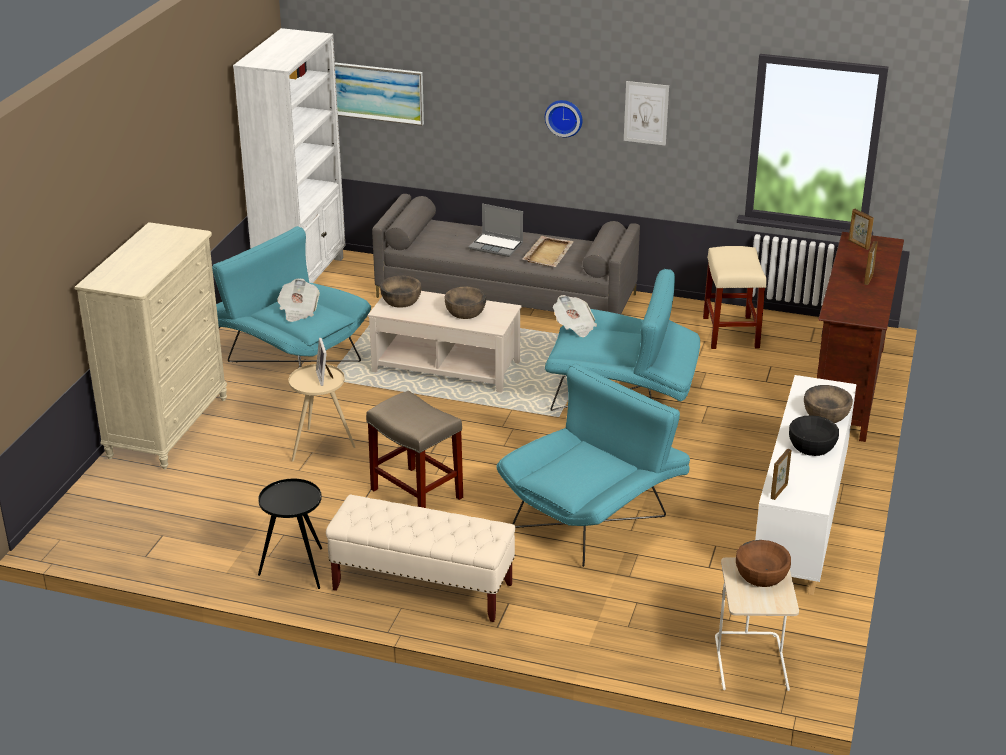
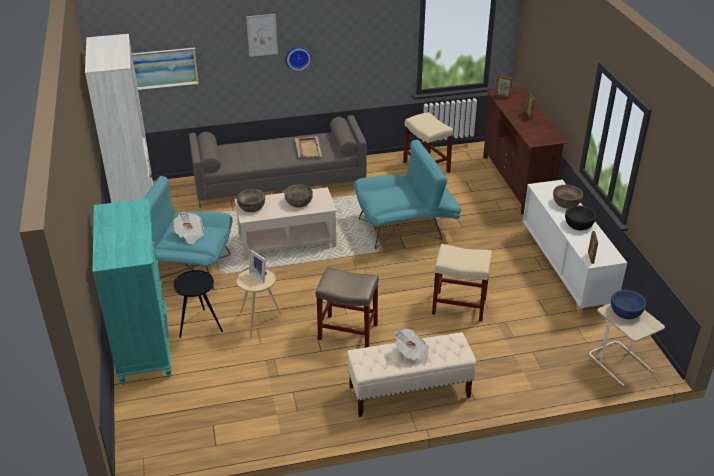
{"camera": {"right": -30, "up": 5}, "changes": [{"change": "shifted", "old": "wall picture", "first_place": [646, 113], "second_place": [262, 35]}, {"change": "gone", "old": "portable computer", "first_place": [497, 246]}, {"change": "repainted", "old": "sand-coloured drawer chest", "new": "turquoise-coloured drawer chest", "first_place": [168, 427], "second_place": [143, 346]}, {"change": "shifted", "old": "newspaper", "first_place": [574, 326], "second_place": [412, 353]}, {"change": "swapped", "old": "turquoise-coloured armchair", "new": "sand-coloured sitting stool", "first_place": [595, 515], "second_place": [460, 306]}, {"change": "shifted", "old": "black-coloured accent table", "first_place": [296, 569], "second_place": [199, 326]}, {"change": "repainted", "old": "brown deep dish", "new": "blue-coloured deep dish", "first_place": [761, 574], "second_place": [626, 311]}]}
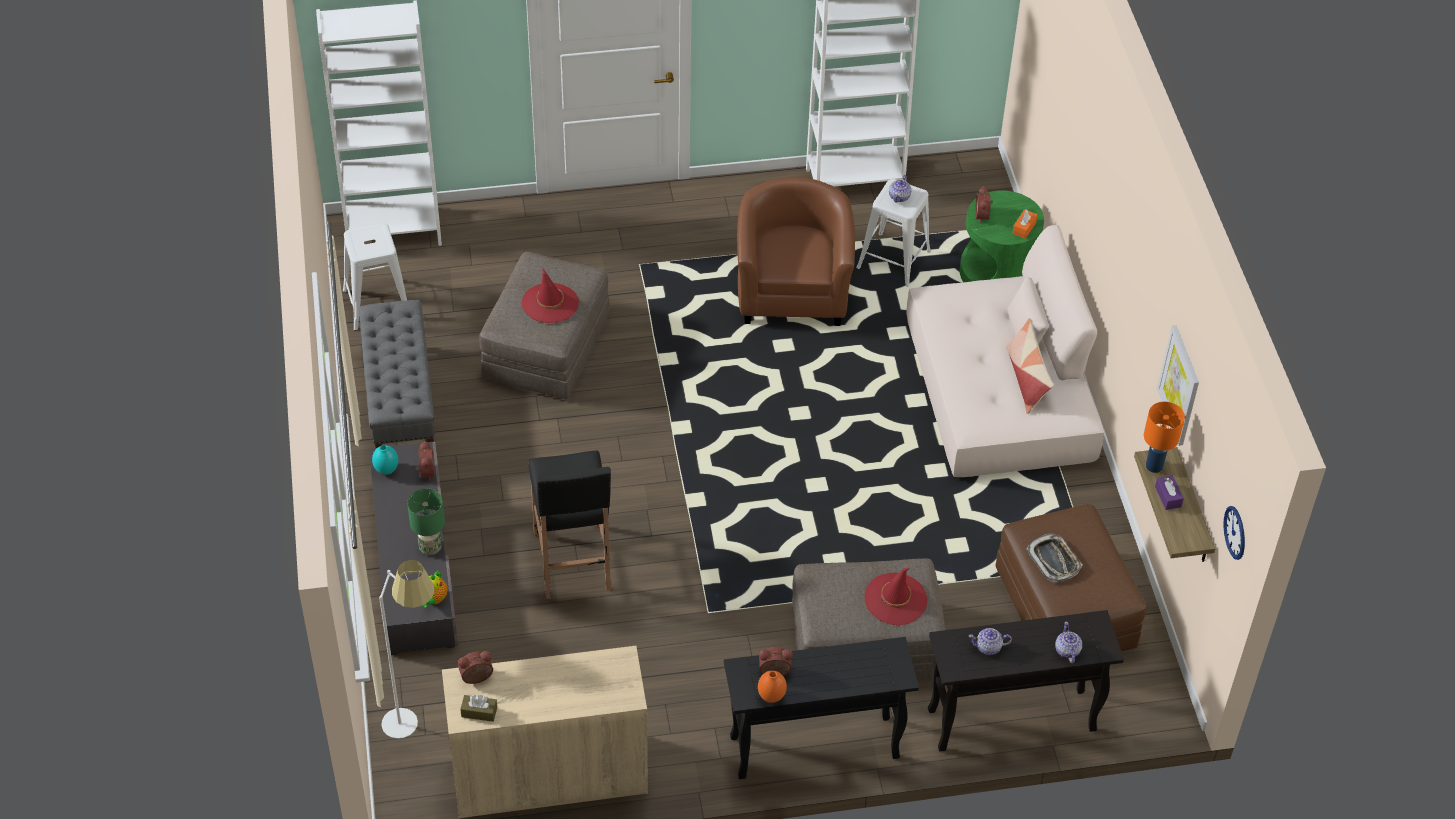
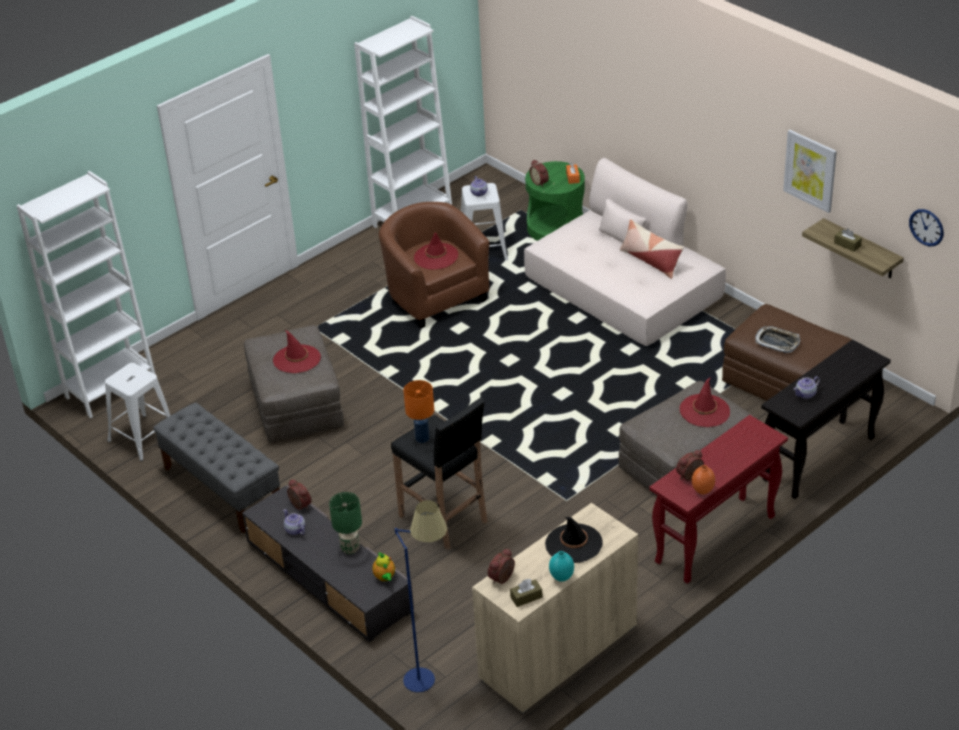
{"camera": {"right": -30, "up": -10}, "changes": [{"change": "shifted", "old": "orangey tabletop lamp", "first_place": [1153, 466], "second_place": [421, 438]}, {"change": "shifted", "old": "turquoise-coloured decorative vase", "first_place": [387, 470], "second_place": [562, 577]}, {"change": "repainted", "old": "purplish tissue box", "new": "brown tissue box", "first_place": [1168, 496], "second_place": [847, 244]}, {"change": "repainted", "old": "whitish standard lamp", "new": "blue-coloured standard lamp", "first_place": [416, 721], "second_place": [430, 672]}, {"change": "shifted", "old": "tea pot", "first_place": [1067, 651], "second_place": [295, 530]}, {"change": "repainted", "old": "black-coloured narrow table", "new": "reddish narrow table", "first_place": [813, 748], "second_place": [715, 540]}, {"change": "new", "new": "reddish clothing hat", "second_place": [436, 257]}, {"change": "new", "new": "black-coloured clothing hat", "second_place": [573, 544]}]}
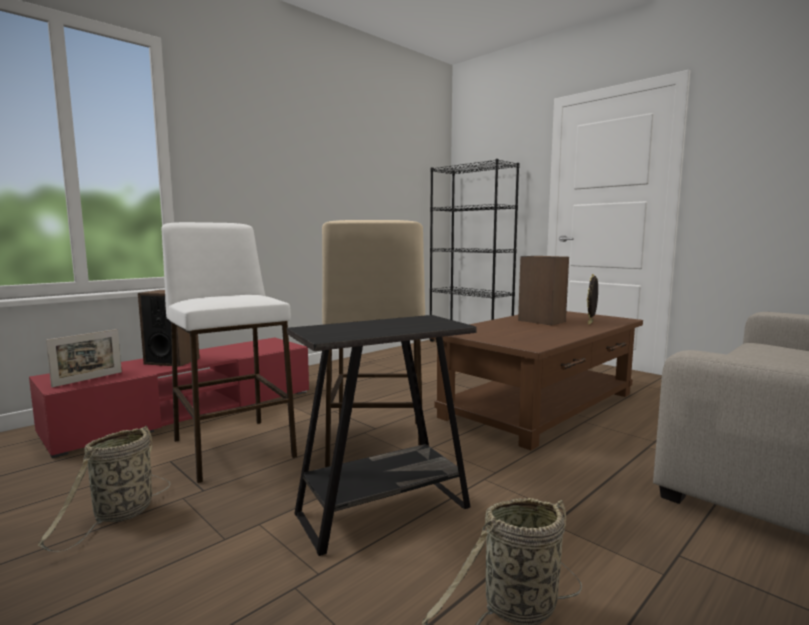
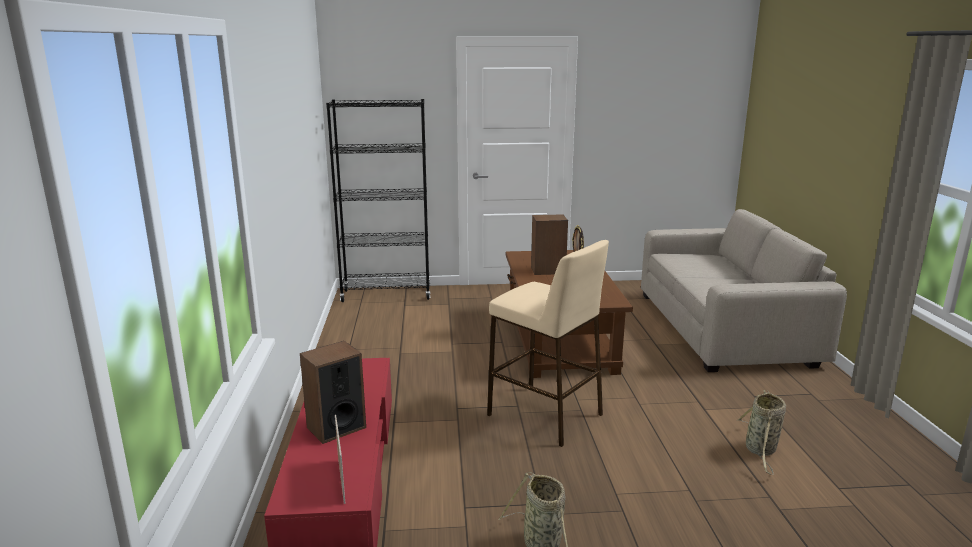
{"camera": {"right": -50, "up": 10}, "changes": [{"change": "gone", "old": "whitish sitting stool", "first_place": [233, 448]}, {"change": "gone", "old": "black-coloured accent table", "first_place": [383, 511]}]}
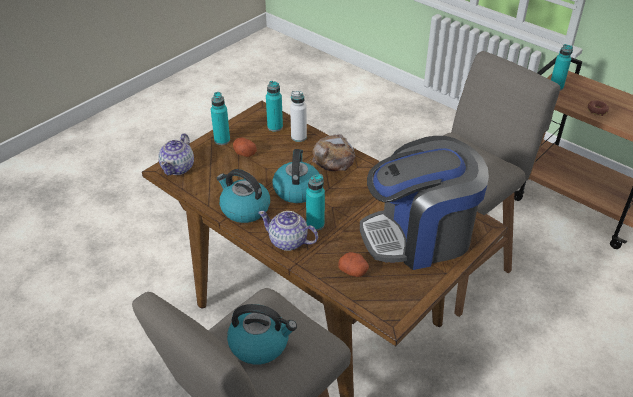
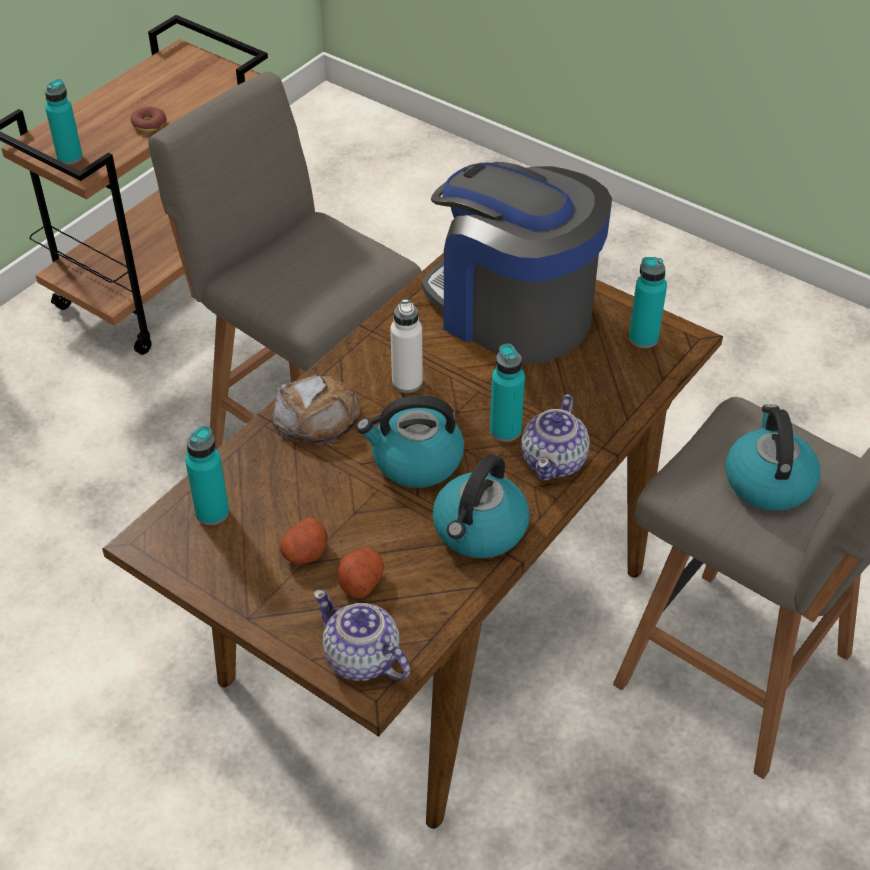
{"camera": {"right": -95, "up": 5}, "changes": [{"change": "shifted", "old": "whitish bottle", "first_place": [299, 137], "second_place": [407, 382]}, {"change": "shifted", "old": "turquoise-coloured bottle", "first_place": [222, 140], "second_place": [643, 338]}, {"change": "rotated", "old": "tea pot", "first_place": [178, 167], "second_place": [362, 659], "degrees": -150}, {"change": "rotated", "old": "coffee maker", "first_place": [419, 236], "second_place": [512, 311], "degrees": 150}, {"change": "shifted", "old": "whole potato", "first_place": [354, 271], "second_place": [360, 581]}]}
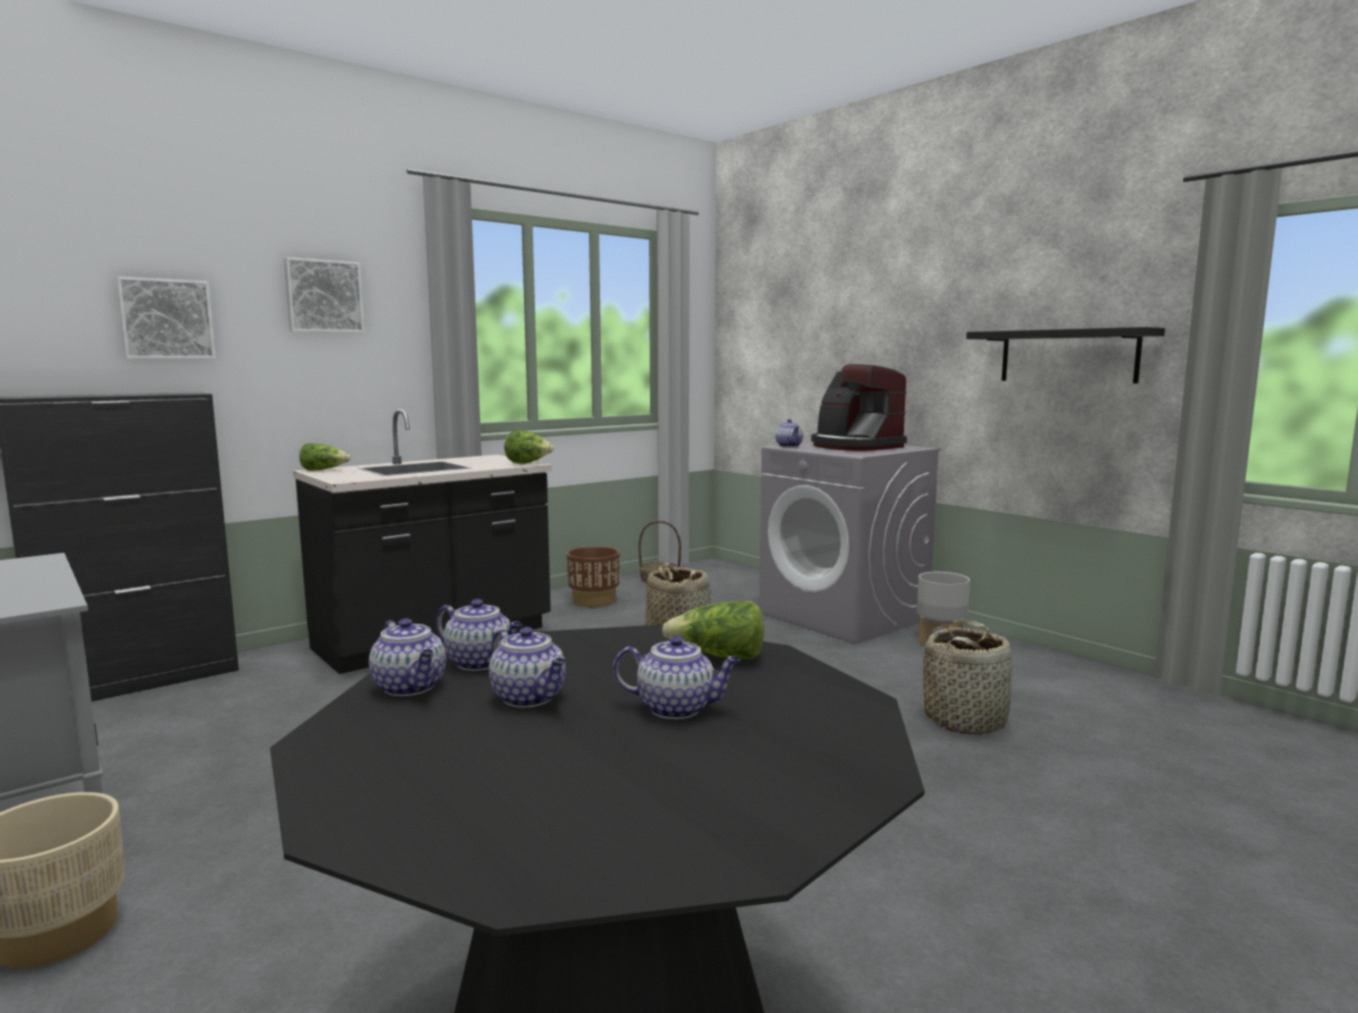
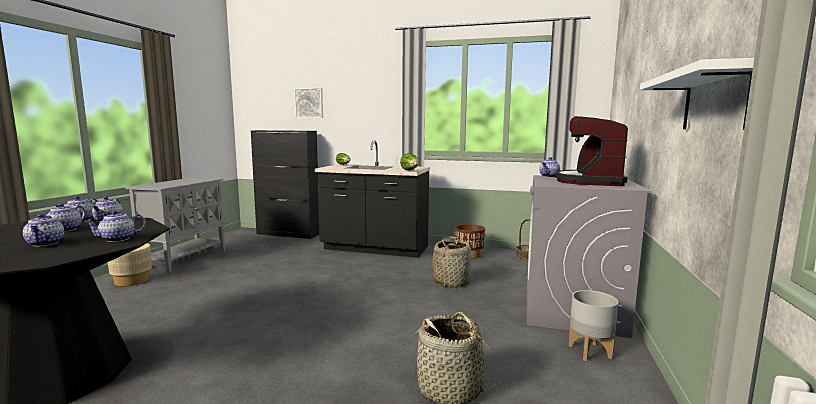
{"camera": {"right": 55, "up": 0}, "changes": [{"change": "gone", "old": "wall picture", "first_place": [324, 296]}, {"change": "repainted", "old": "black-coloured bracket shelf", "new": "whitish bracket shelf", "first_place": [1068, 356], "second_place": [714, 101]}, {"change": "swapped", "old": "head of lettuce", "new": "tea pot", "first_place": [718, 657], "second_place": [117, 239]}]}
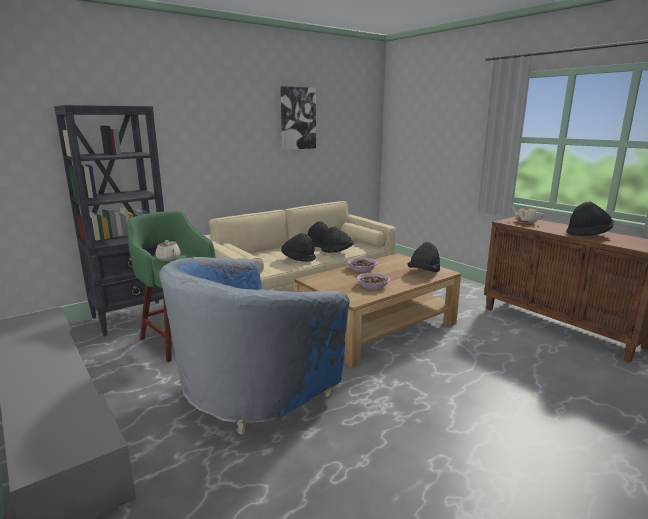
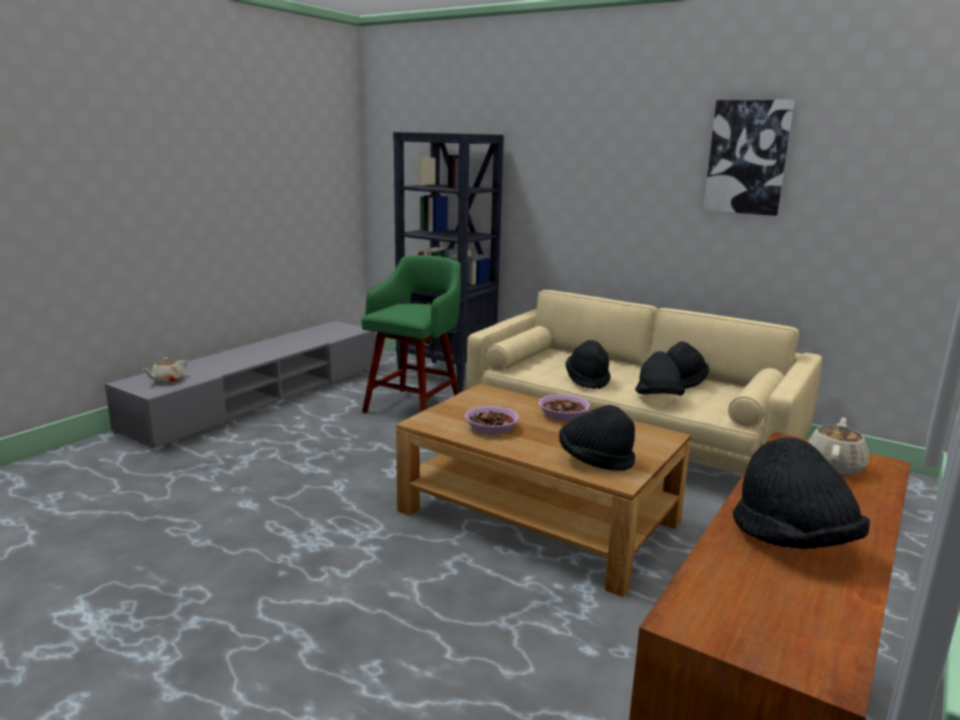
{"camera": {"right": 70, "up": 0}, "changes": [{"change": "shifted", "old": "sand-coloured tea pot", "first_place": [168, 259], "second_place": [167, 380]}, {"change": "gone", "old": "blue-coloured armchair", "first_place": [254, 391]}]}
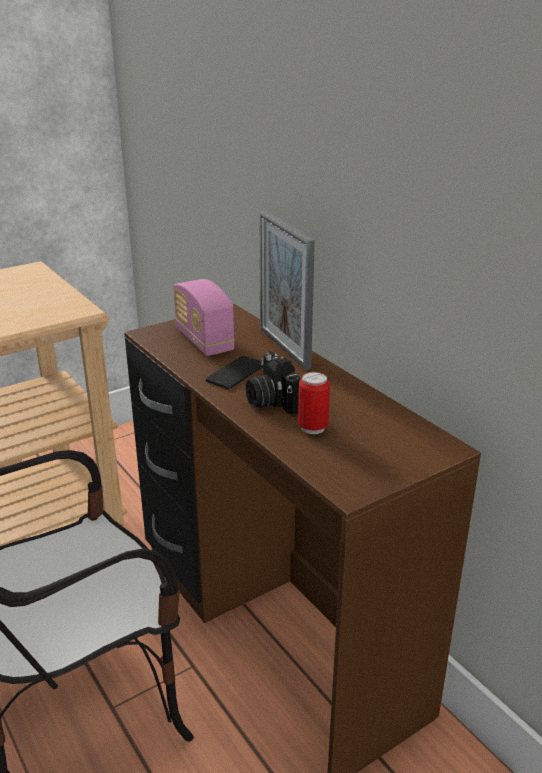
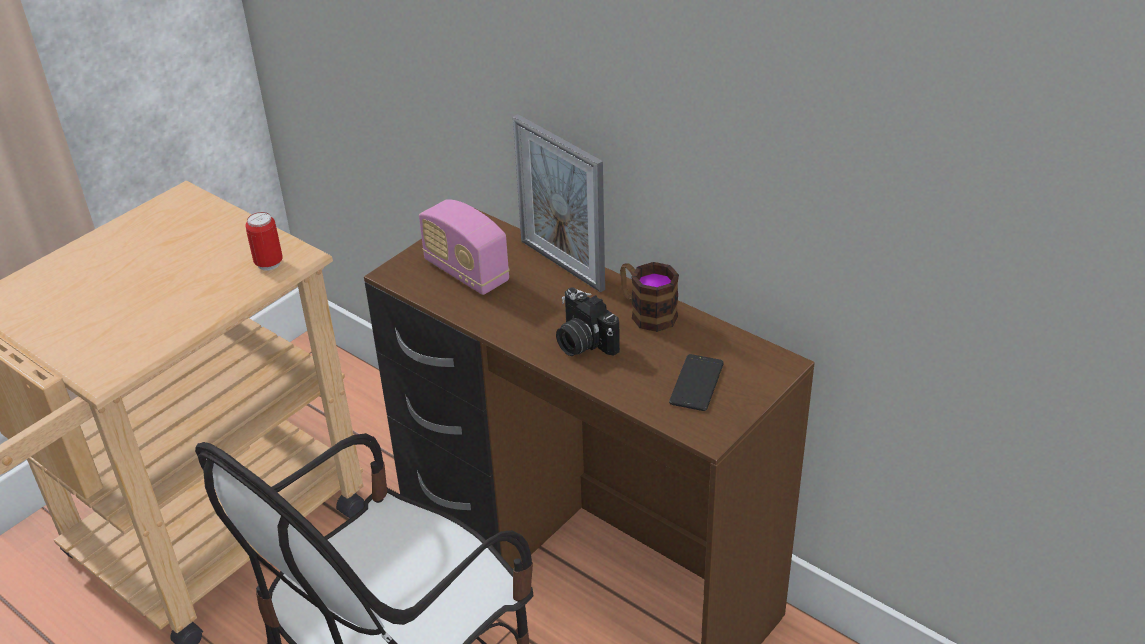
{"camera": {"right": -15, "up": 10}, "changes": [{"change": "shifted", "old": "telephone", "first_place": [236, 373], "second_place": [696, 383]}, {"change": "shifted", "old": "can", "first_place": [312, 428], "second_place": [269, 263]}, {"change": "new", "new": "coffee mug", "second_place": [646, 312]}]}
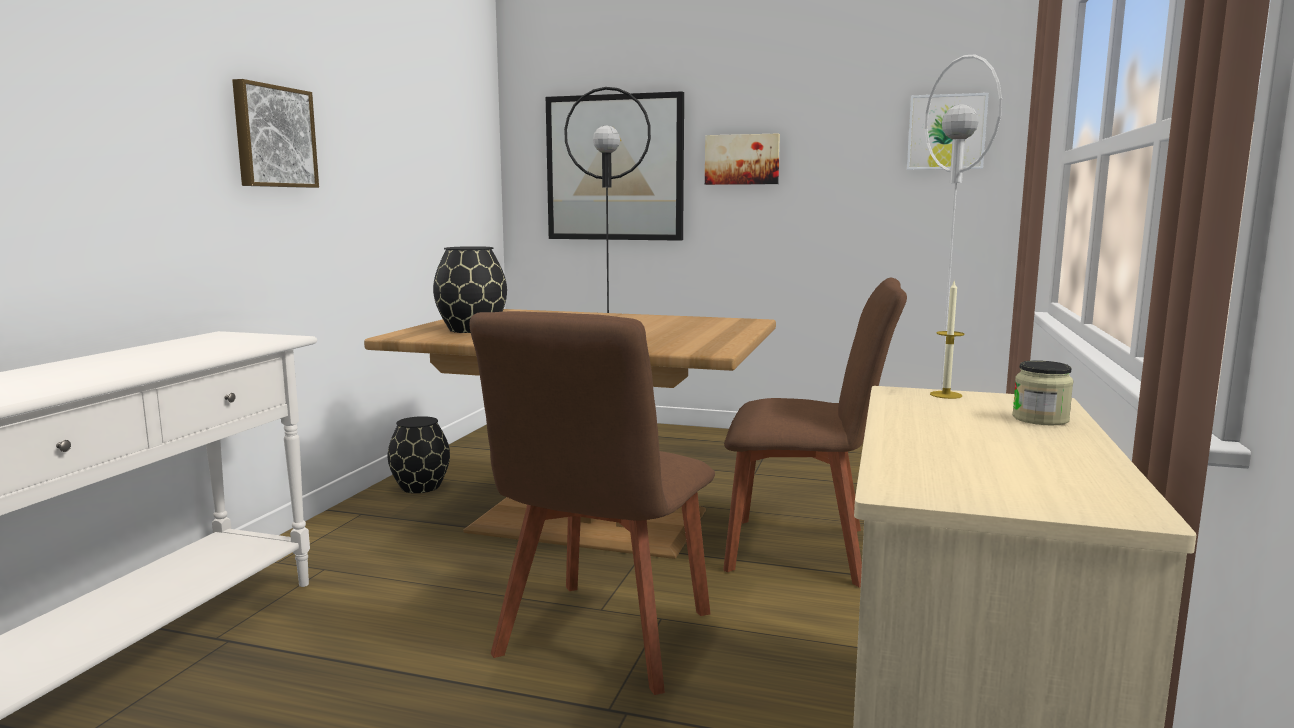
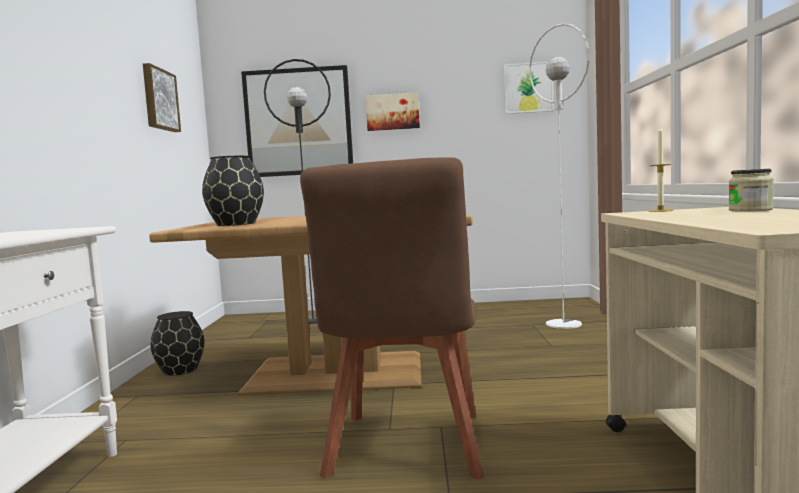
{"camera": {"right": -15, "up": -5}, "changes": [{"change": "shifted", "old": "wall picture", "first_place": [273, 137], "second_place": [159, 99]}, {"change": "gone", "old": "brown plain chair", "first_place": [806, 550]}]}
